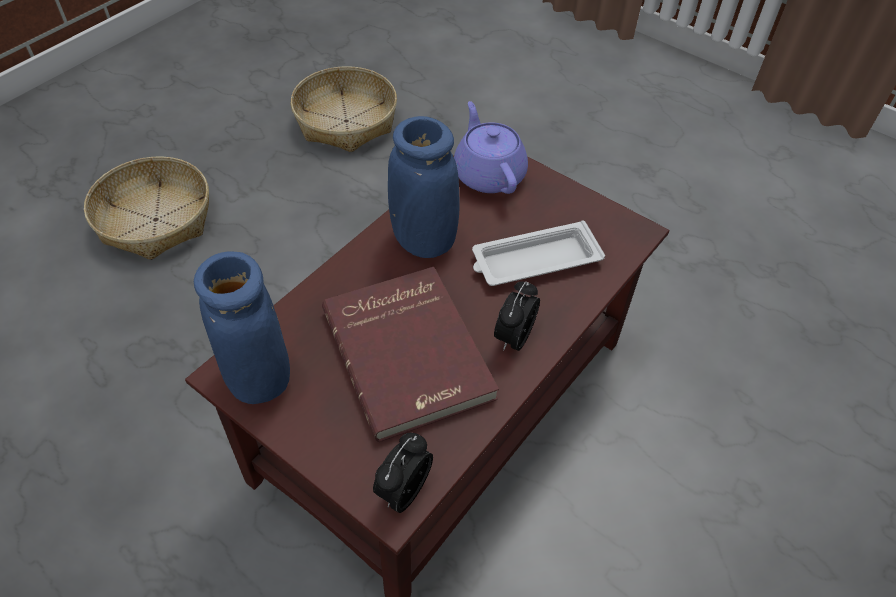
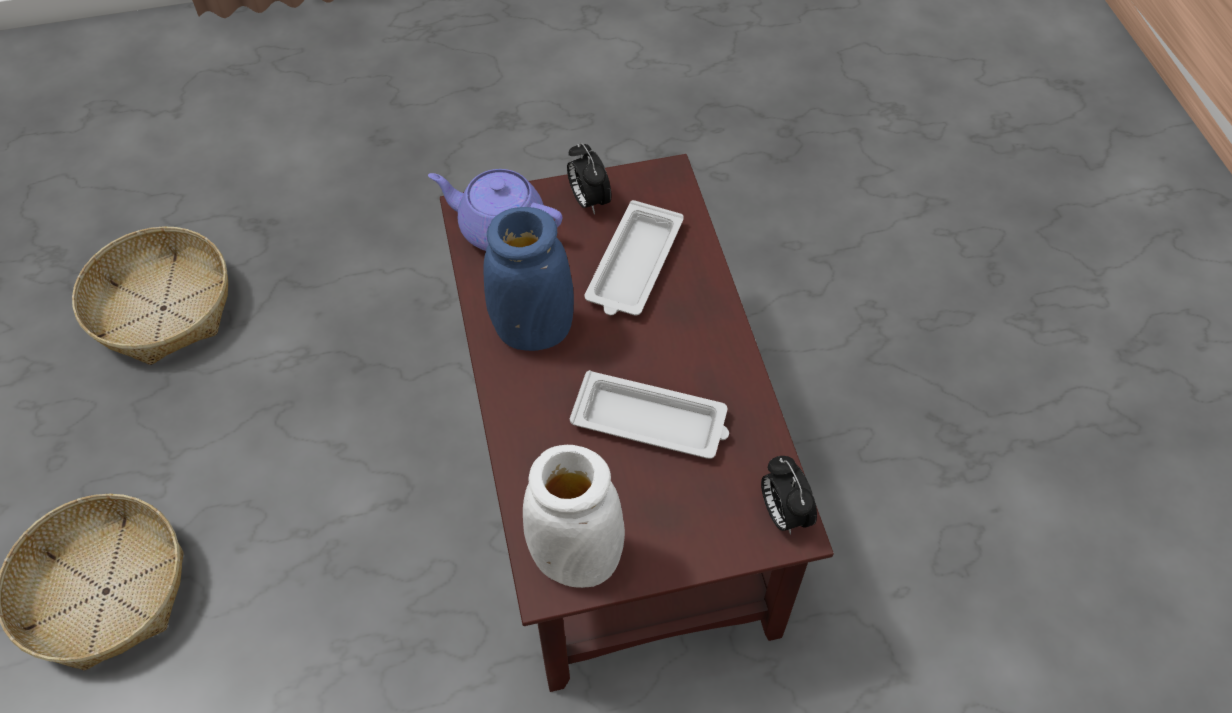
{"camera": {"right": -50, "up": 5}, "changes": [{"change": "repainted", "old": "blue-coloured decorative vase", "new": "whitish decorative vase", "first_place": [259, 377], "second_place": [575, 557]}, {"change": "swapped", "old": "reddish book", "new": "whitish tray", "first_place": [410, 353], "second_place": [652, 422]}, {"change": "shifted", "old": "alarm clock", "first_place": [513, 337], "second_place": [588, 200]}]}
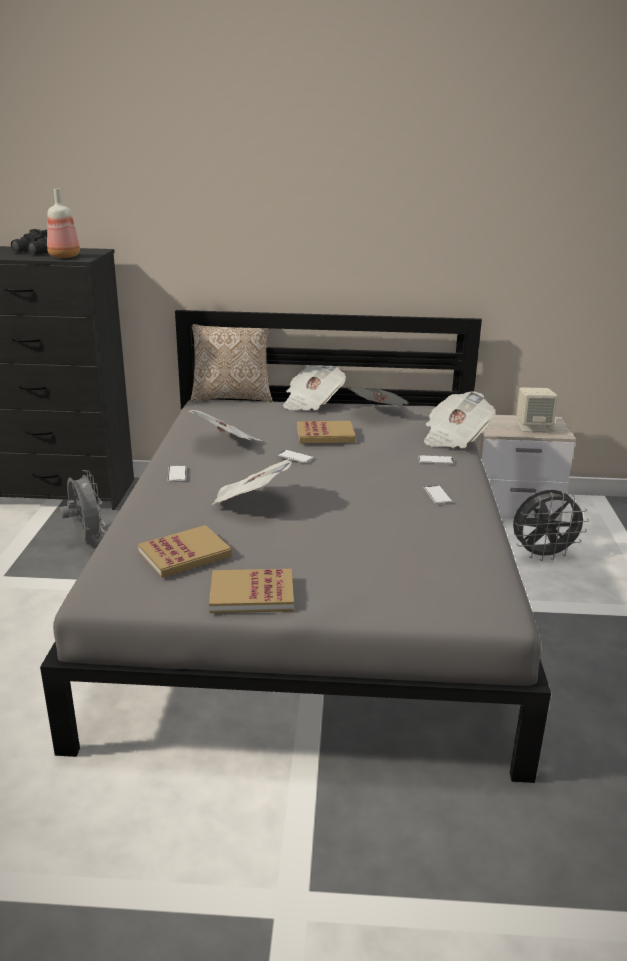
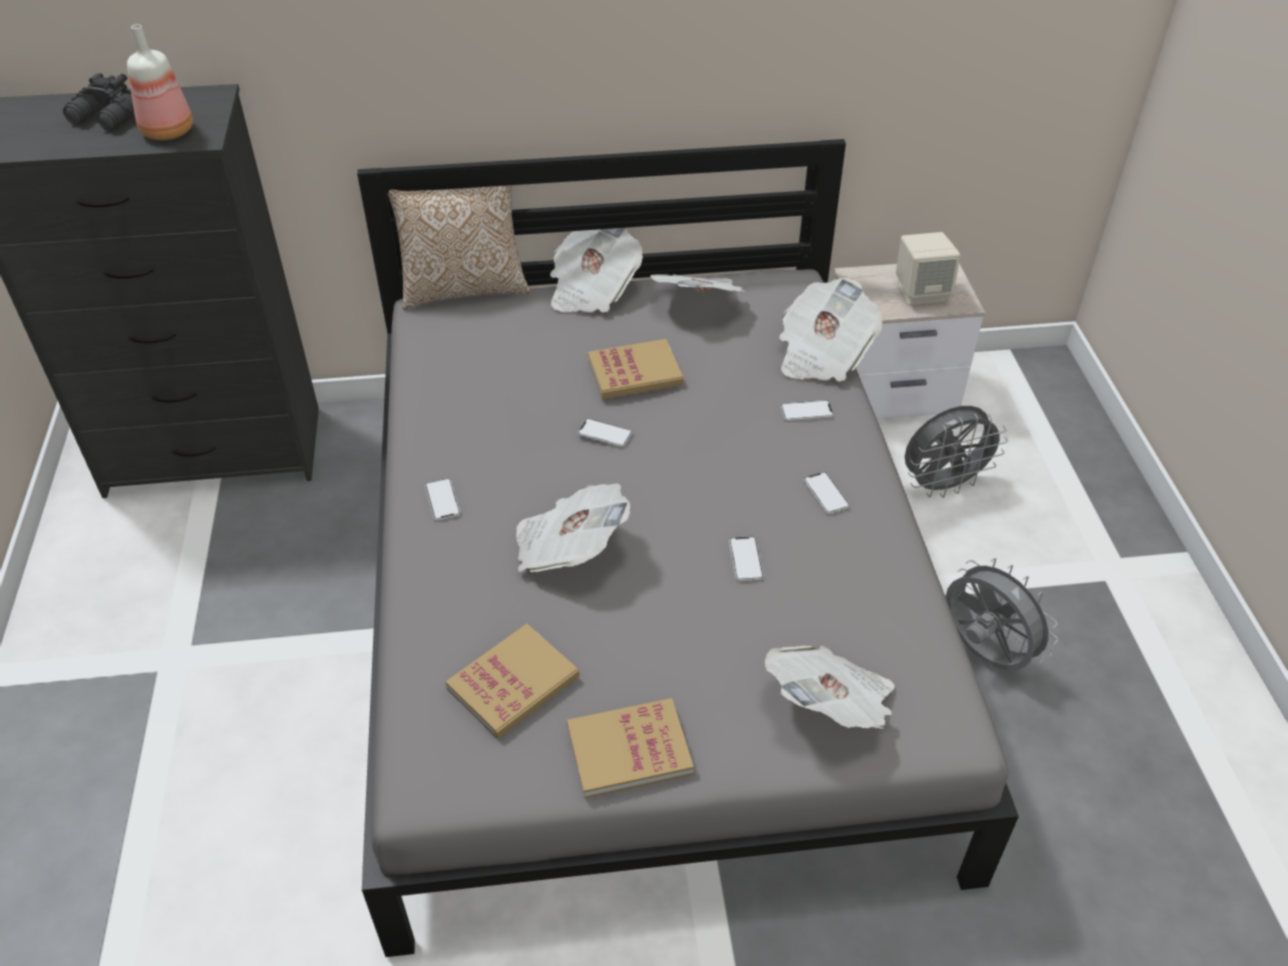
{"camera": {"right": -10, "up": 20}, "changes": [{"change": "shifted", "old": "newspaper", "first_place": [226, 443], "second_place": [831, 705]}, {"change": "shifted", "old": "greyish electric fan", "first_place": [86, 540], "second_place": [982, 654]}, {"change": "new", "new": "telephone", "second_place": [745, 559]}]}
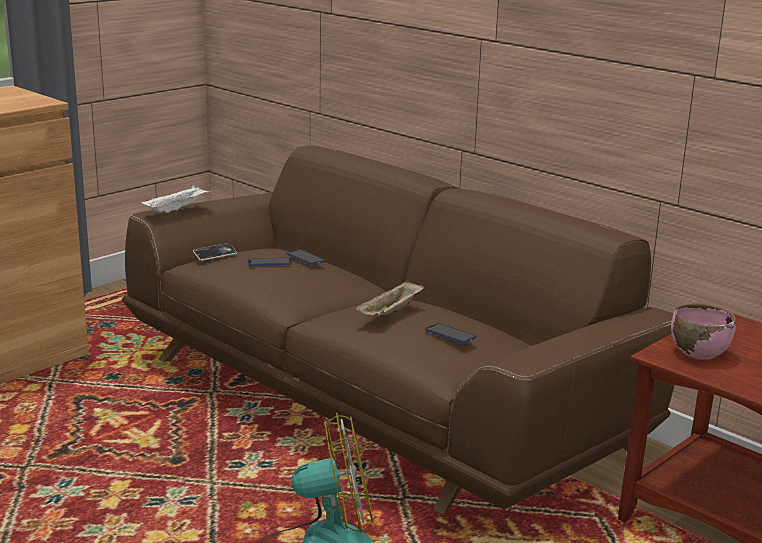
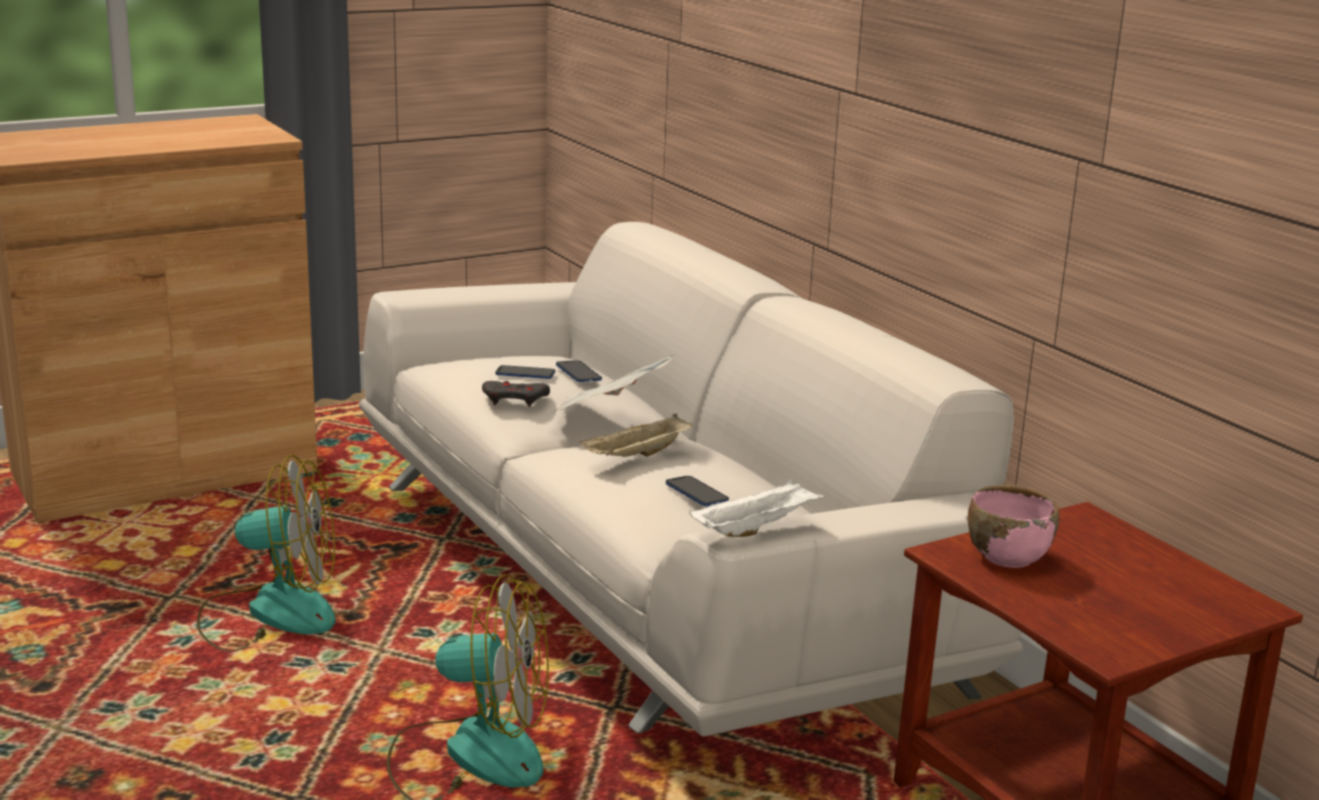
{"camera": {"right": 15, "up": 0}, "changes": [{"change": "repainted", "old": "brown settee", "new": "whitish settee", "first_place": [379, 402], "second_place": [655, 581]}, {"change": "shifted", "old": "whitish tray", "first_place": [177, 210], "second_place": [756, 528]}, {"change": "gone", "old": "telephone", "first_place": [215, 254]}, {"change": "new", "new": "newspaper", "second_place": [609, 417]}, {"change": "new", "new": "greyish joypad", "second_place": [514, 399]}, {"change": "new", "new": "electric fan", "second_place": [270, 613]}]}
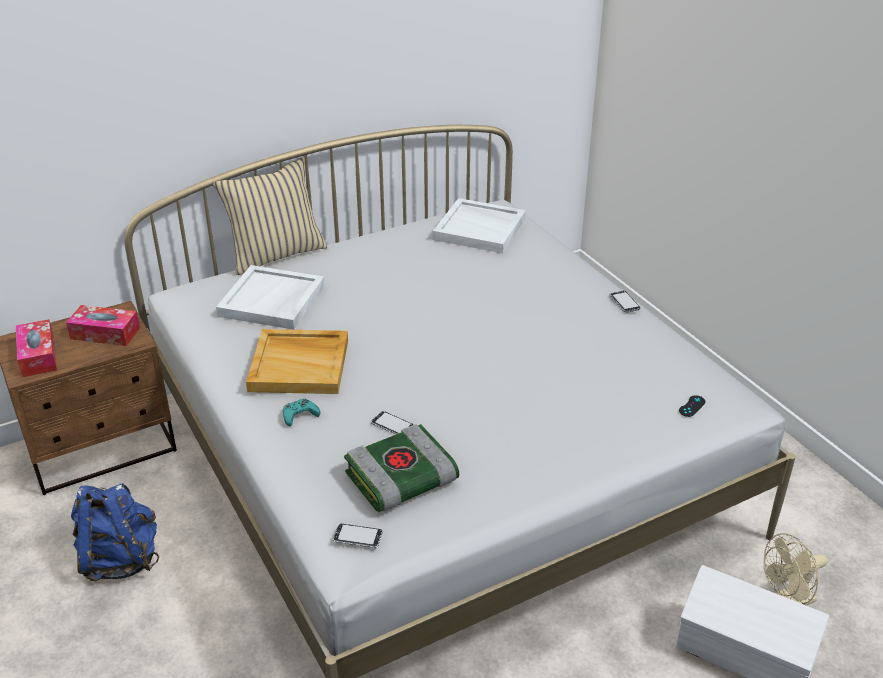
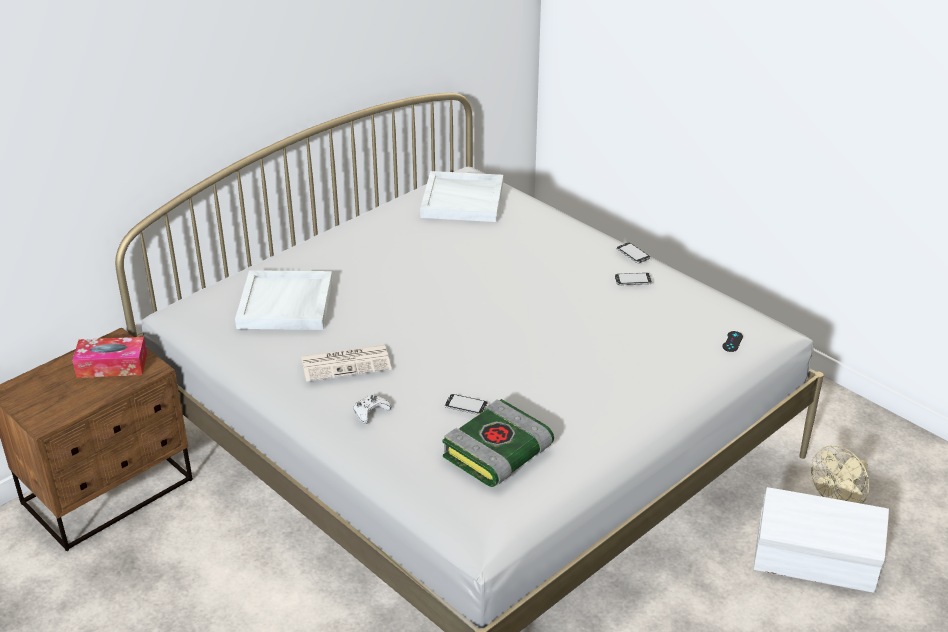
{"camera": {"right": -15, "up": 0}, "changes": [{"change": "gone", "old": "sand-coloured cushion", "first_place": [275, 254]}, {"change": "gone", "old": "tissue box", "first_place": [38, 356]}, {"change": "swapped", "old": "sand-coloured tray", "new": "newspaper", "first_place": [300, 364], "second_place": [347, 363]}, {"change": "repainted", "old": "turquoise-coloured joypad", "new": "whitish joypad", "first_place": [299, 415], "second_place": [370, 412]}, {"change": "gone", "old": "blue-coloured backpack", "first_place": [120, 559]}, {"change": "shifted", "old": "telephone", "first_place": [358, 537], "second_place": [633, 280]}]}
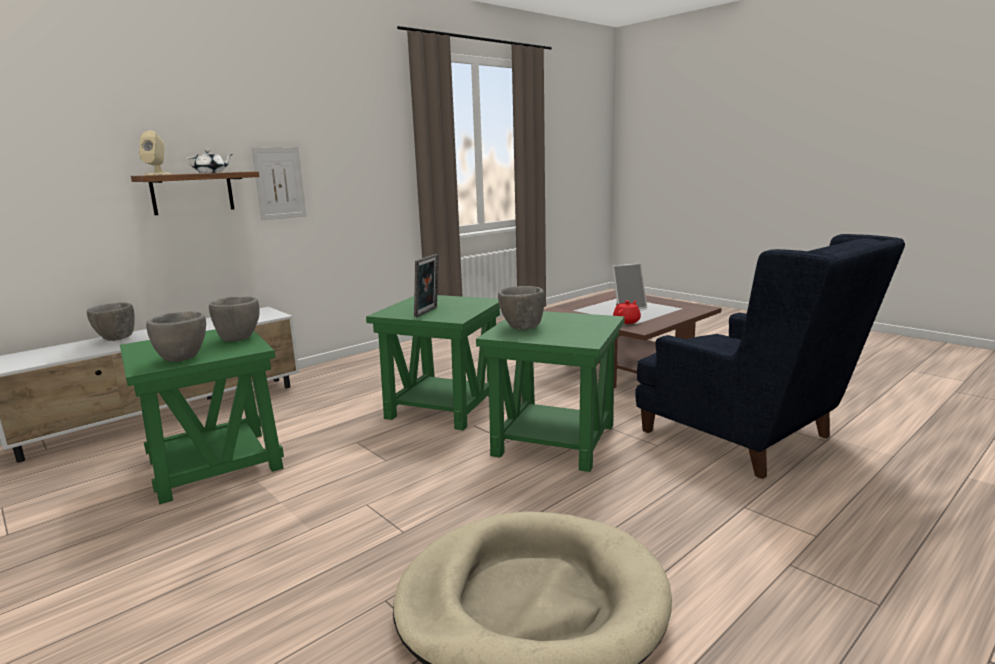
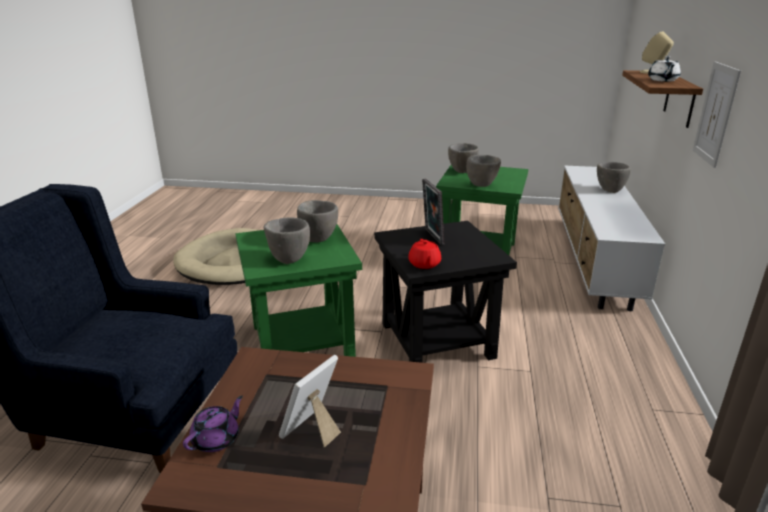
{"camera": {"right": 140, "up": 10}, "changes": [{"change": "repainted", "old": "green-coloured accent table", "new": "black-coloured accent table", "first_place": [443, 406], "second_place": [438, 341]}, {"change": "shifted", "old": "reddish tea pot", "first_place": [627, 321], "second_place": [424, 264]}, {"change": "new", "new": "greyish deep dish", "second_place": [289, 258]}, {"change": "new", "new": "purplish tea pot", "second_place": [216, 439]}]}
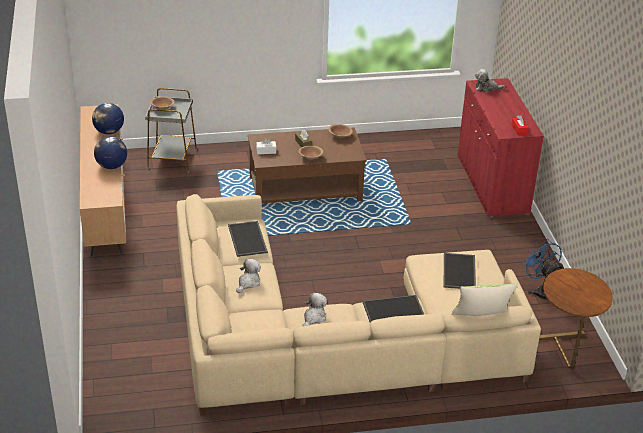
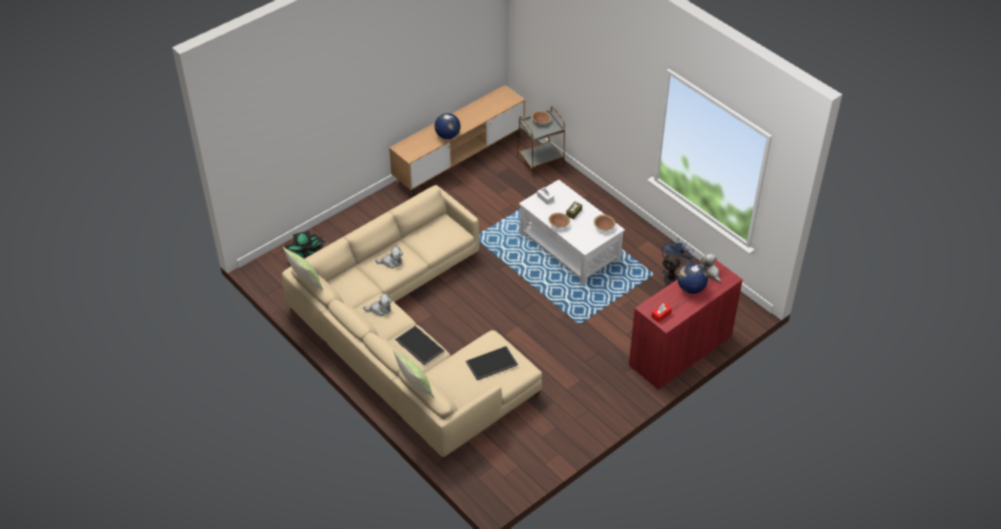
{"camera": {"right": 60, "up": 10}, "changes": [{"change": "shifted", "old": "desk globe", "first_place": [109, 132], "second_place": [690, 288]}, {"change": "repainted", "old": "brown low table", "new": "whitish low table", "first_place": [304, 188], "second_place": [569, 247]}, {"change": "gone", "old": "tray", "first_place": [248, 239]}, {"change": "shifted", "old": "blue-coloured electric fan", "first_place": [541, 291], "second_place": [672, 277]}, {"change": "gone", "old": "brown accent table", "first_place": [563, 356]}, {"change": "new", "new": "potted plant", "second_place": [307, 256]}, {"change": "new", "new": "cushion", "second_place": [305, 281]}]}
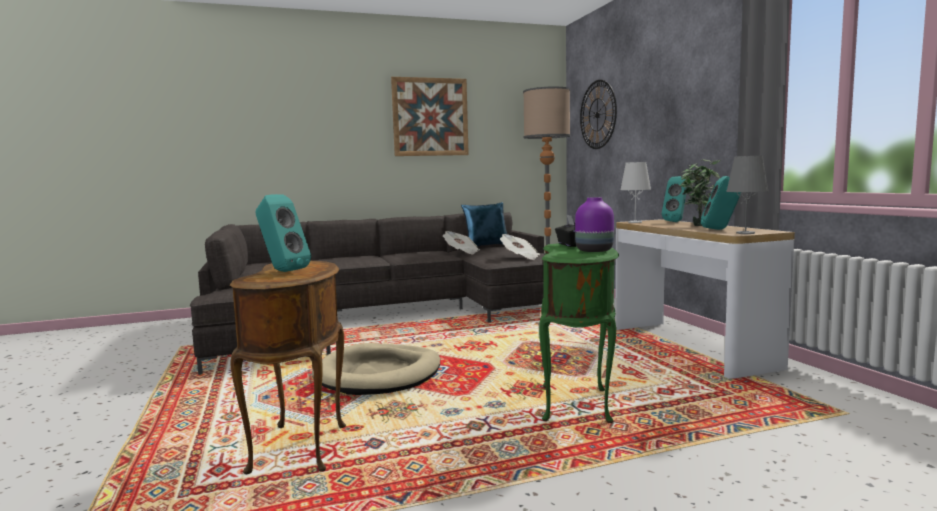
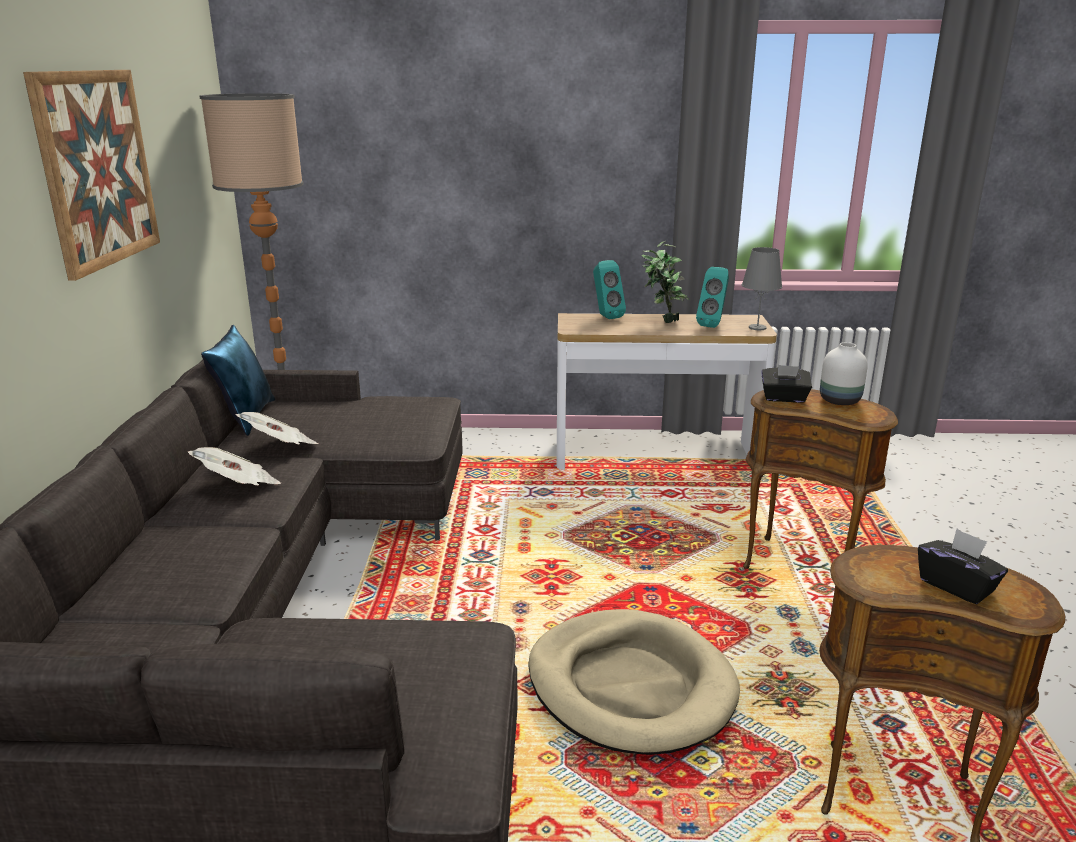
{"camera": {"right": -70, "up": 15}, "changes": [{"change": "gone", "old": "wall clock", "first_place": [597, 114]}, {"change": "gone", "old": "whitish tabletop lamp", "first_place": [635, 222]}, {"change": "swapped", "old": "turquoise-coloured speaker", "new": "black-coloured tissue box", "first_place": [282, 271], "second_place": [956, 586]}, {"change": "repainted", "old": "purplish decorative vase", "new": "whitish decorative vase", "first_place": [594, 251], "second_place": [838, 400]}, {"change": "shifted", "old": "newspaper", "first_place": [520, 257], "second_place": [239, 486]}, {"change": "repainted", "old": "green-coloured accent table", "new": "brown accent table", "first_place": [579, 405], "second_place": [802, 563]}]}
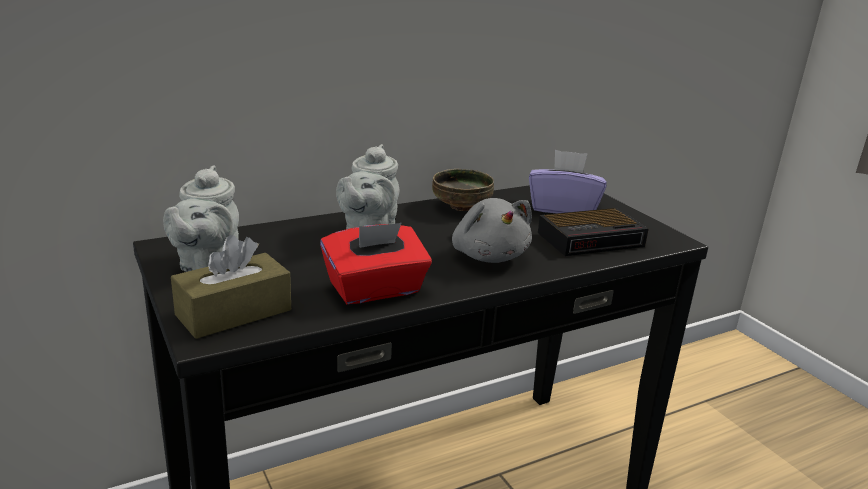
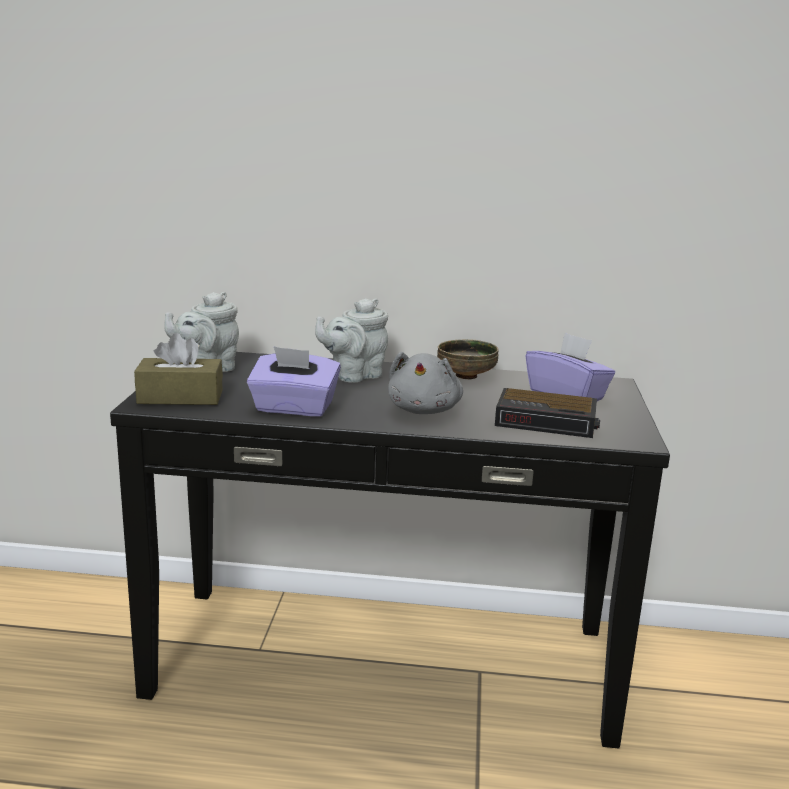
{"camera": {"right": 35, "up": -5}, "changes": [{"change": "repainted", "old": "reddish tissue box", "new": "purplish tissue box", "first_place": [375, 290], "second_place": [294, 408]}]}
